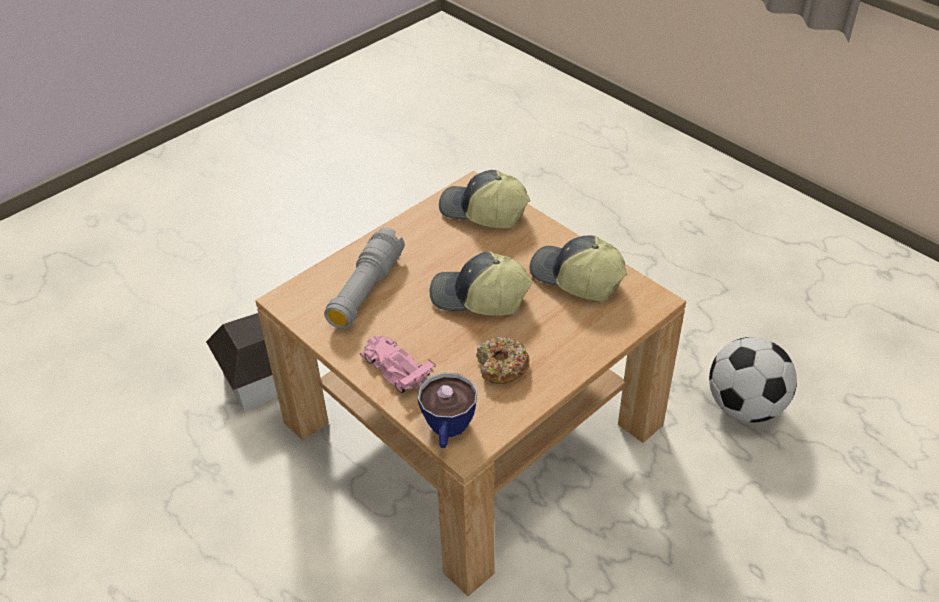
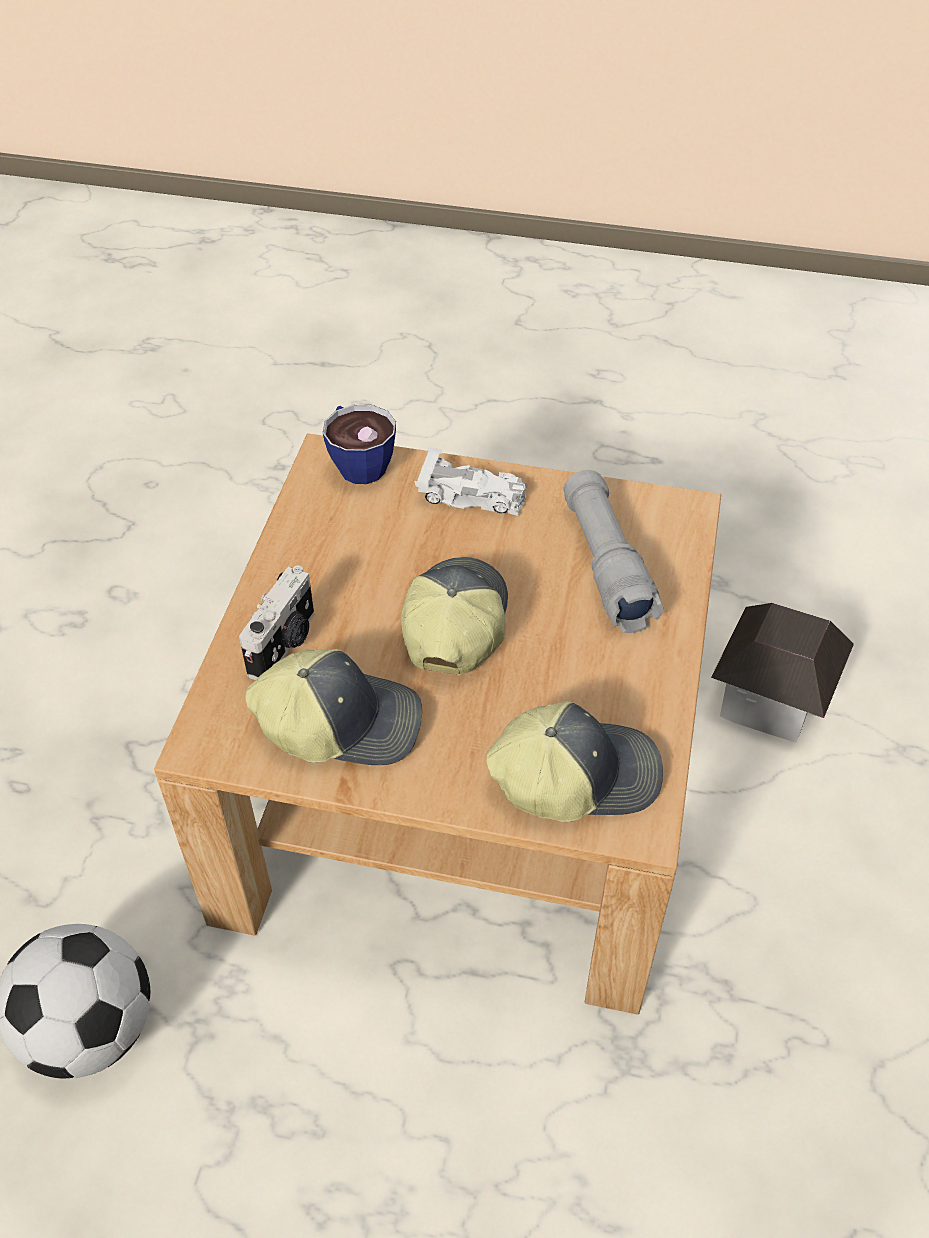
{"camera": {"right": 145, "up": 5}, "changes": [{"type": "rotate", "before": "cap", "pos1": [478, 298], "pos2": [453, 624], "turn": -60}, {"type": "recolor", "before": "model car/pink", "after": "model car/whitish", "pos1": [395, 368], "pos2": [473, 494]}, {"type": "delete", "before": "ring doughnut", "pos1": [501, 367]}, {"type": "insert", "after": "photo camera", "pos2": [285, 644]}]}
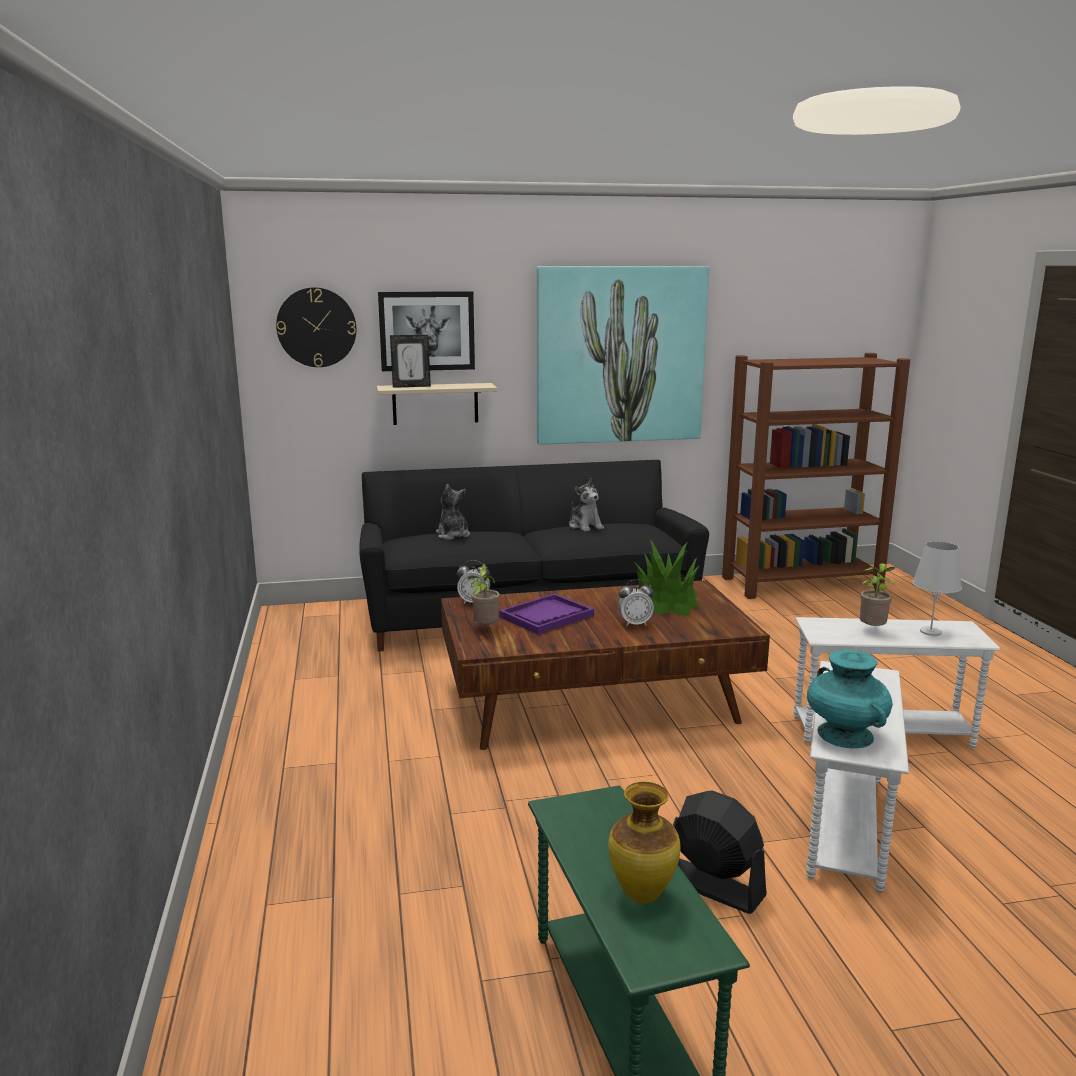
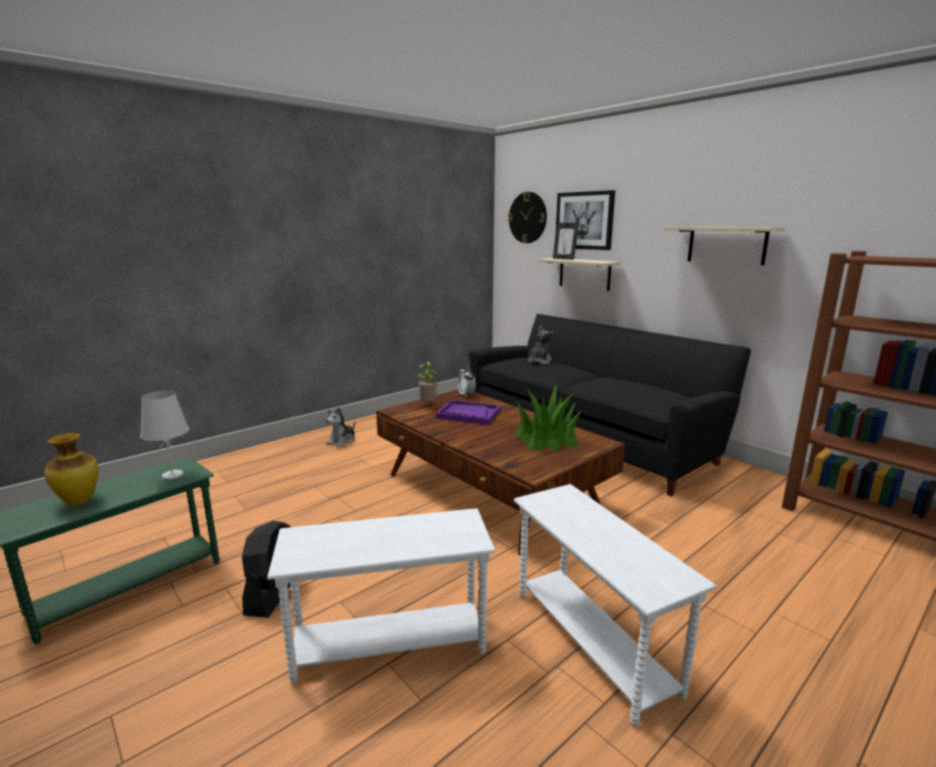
{"camera": {"right": 60, "up": 0}, "changes": [{"type": "replace", "before": "wall art", "after": "wall shelf/beige", "pos1": [620, 355], "pos2": [726, 245]}, {"type": "move", "before": "plush toy", "pos1": [585, 526], "pos2": [342, 441]}, {"type": "move", "before": "table lamp/whitish", "pos1": [930, 632], "pos2": [172, 475]}, {"type": "delete", "before": "potted plant", "pos1": [872, 630]}, {"type": "delete", "before": "alarm clock", "pos1": [635, 624]}, {"type": "delete", "before": "vase/turquoise-coloured", "pos1": [845, 735]}]}
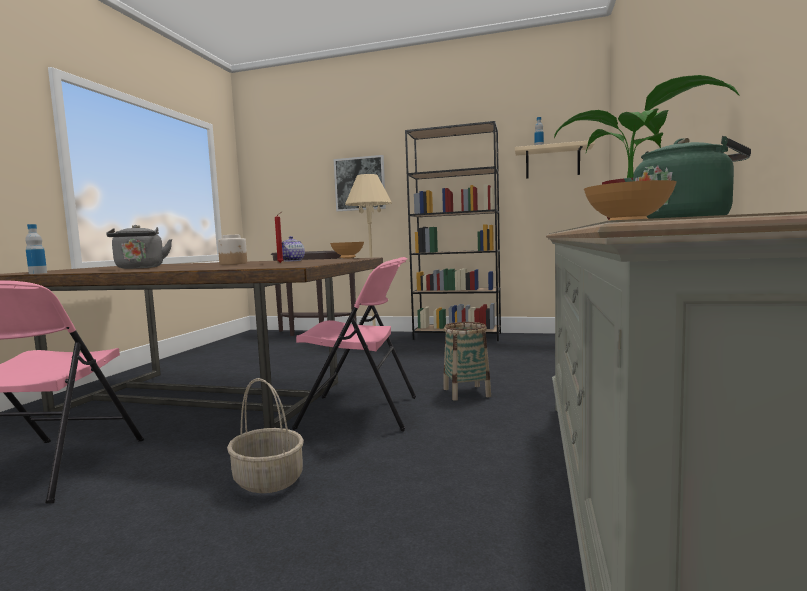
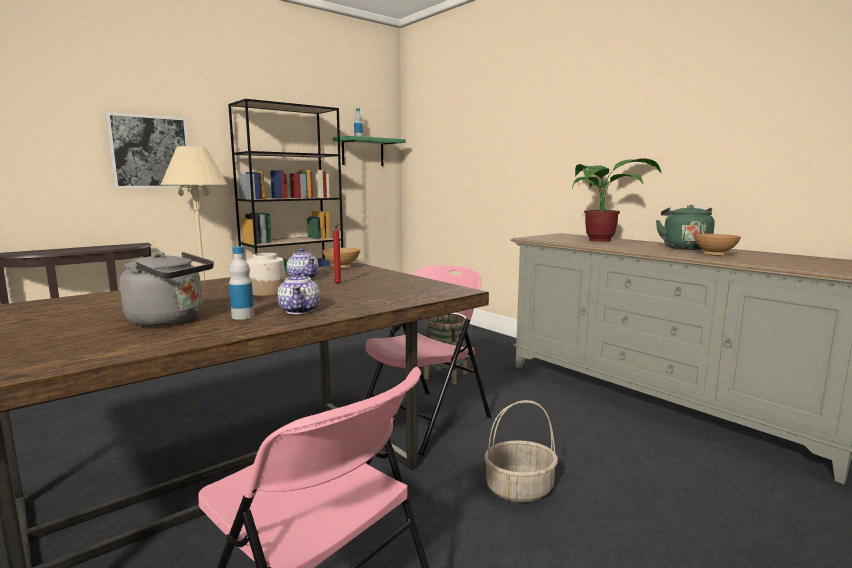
{"camera": {"right": -55, "up": 5}, "changes": [{"type": "recolor", "before": "wall shelf/beige", "after": "wall shelf/greenish", "pos1": [552, 162], "pos2": [362, 152]}, {"type": "move", "before": "beverage bottle", "pos1": [38, 273], "pos2": [243, 316]}, {"type": "insert", "after": "teapot", "pos2": [300, 310]}]}
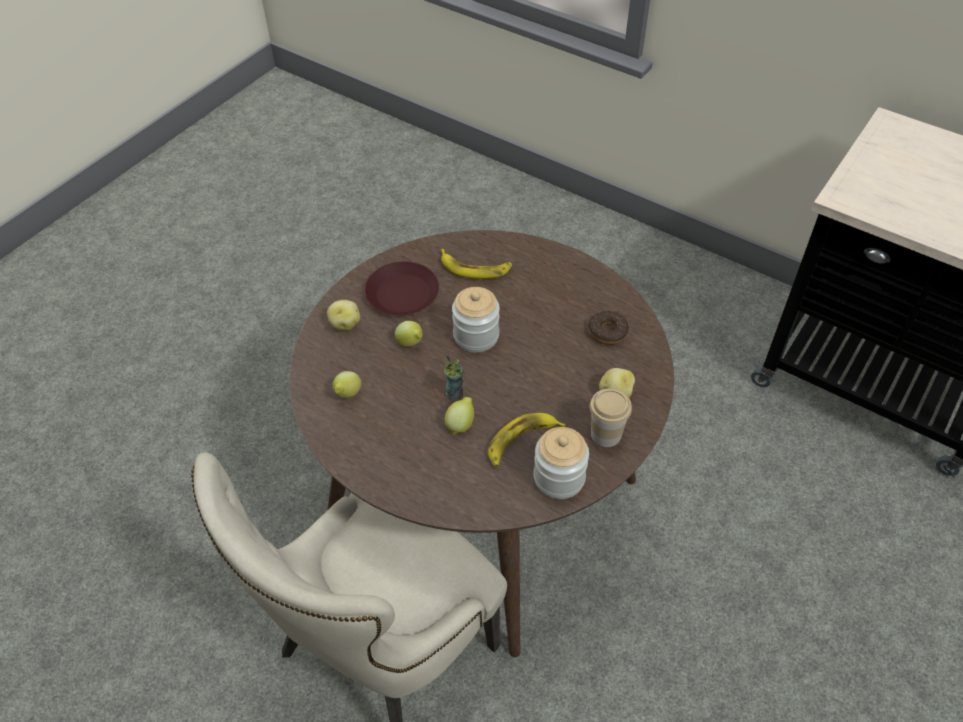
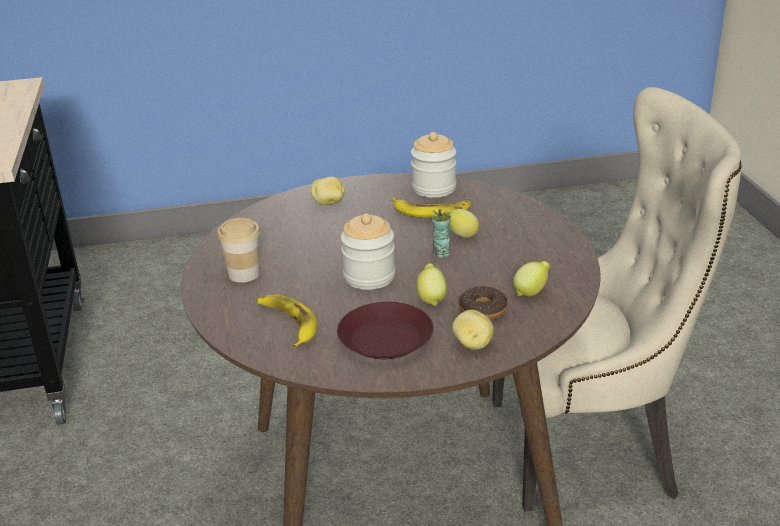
{"camera": {"right": -135, "up": -20}, "changes": [{"type": "move", "before": "ring doughnut", "pos1": [607, 332], "pos2": [483, 310]}, {"type": "move", "before": "drinking cup", "pos1": [606, 434], "pos2": [244, 274]}]}
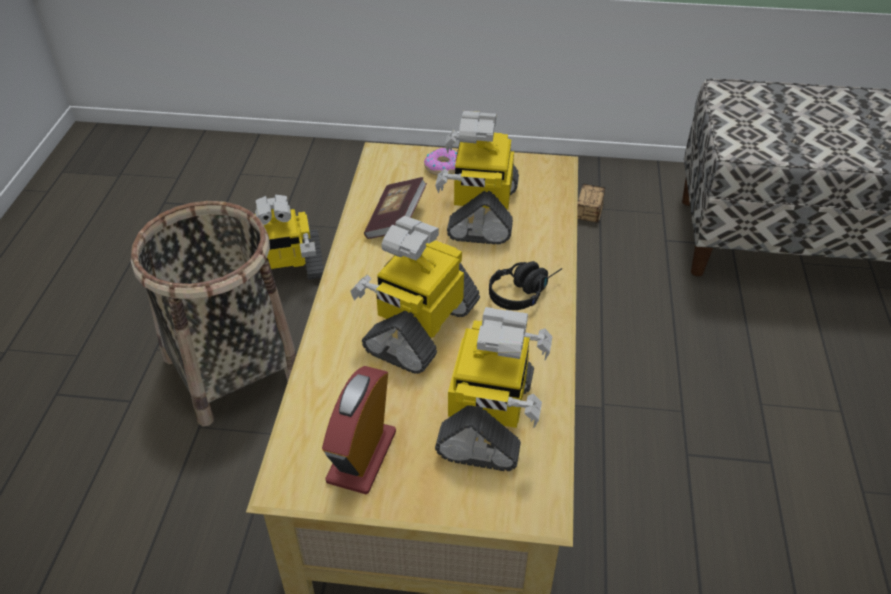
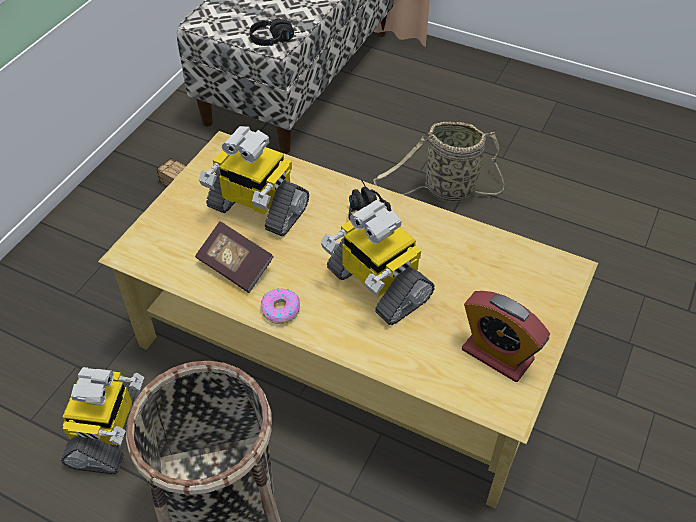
{"camera": {"right": -70, "up": 5}, "changes": [{"type": "move", "before": "ring doughnut", "pos1": [443, 167], "pos2": [280, 310]}, {"type": "delete", "before": "model robot", "pos1": [489, 418]}, {"type": "insert", "after": "headset/black-coloured", "pos2": [277, 39]}, {"type": "insert", "after": "storage basket", "pos2": [446, 191]}]}
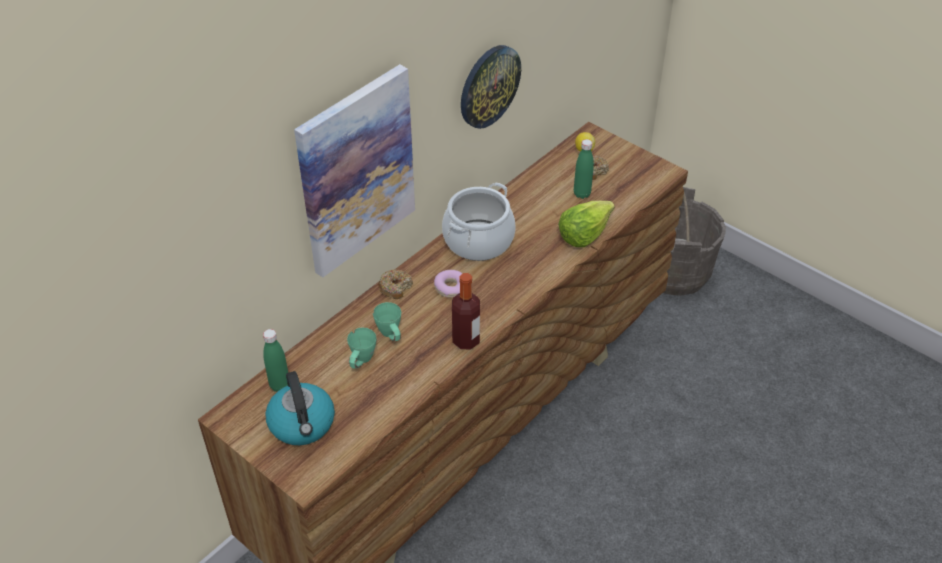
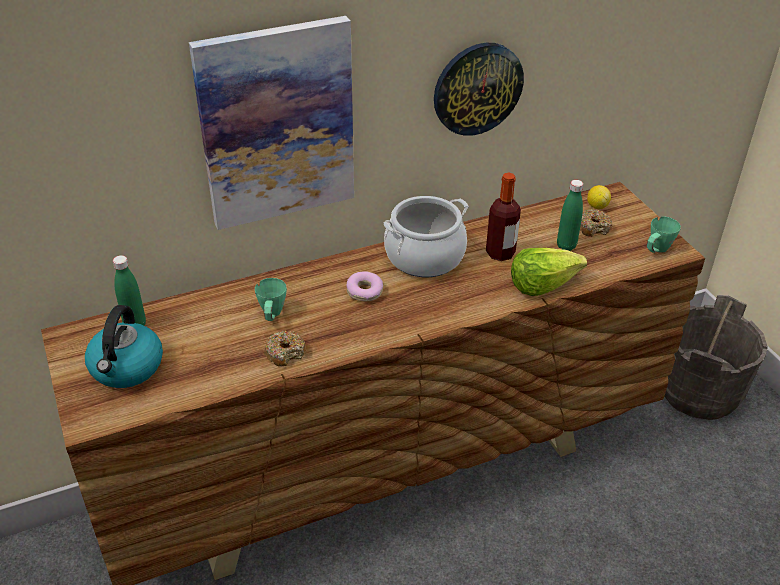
{"camera": {"right": 25, "up": -5}, "changes": [{"type": "move", "before": "ring doughnut", "pos1": [395, 287], "pos2": [285, 353]}, {"type": "move", "before": "beverage bottle", "pos1": [466, 340], "pos2": [500, 253]}, {"type": "move", "before": "tea mug/greenish", "pos1": [361, 362], "pos2": [656, 251]}]}
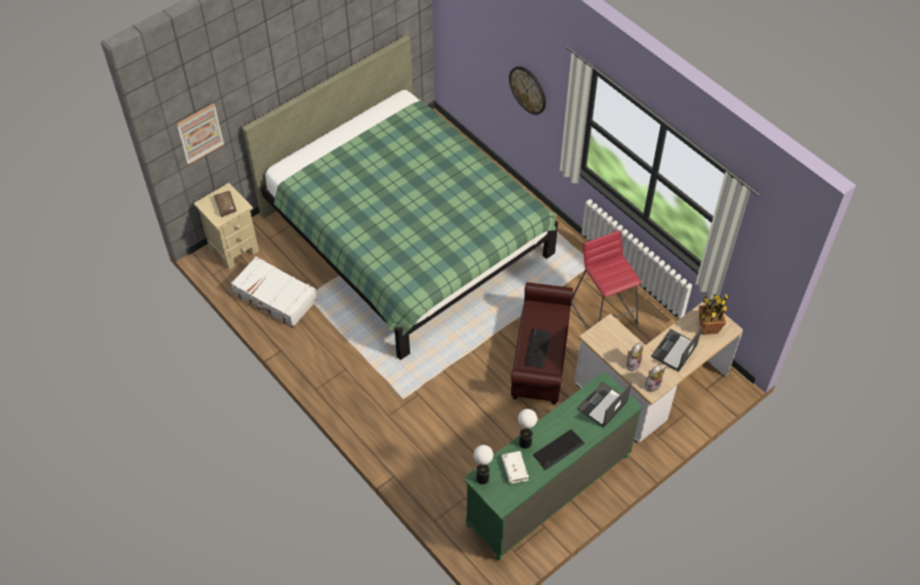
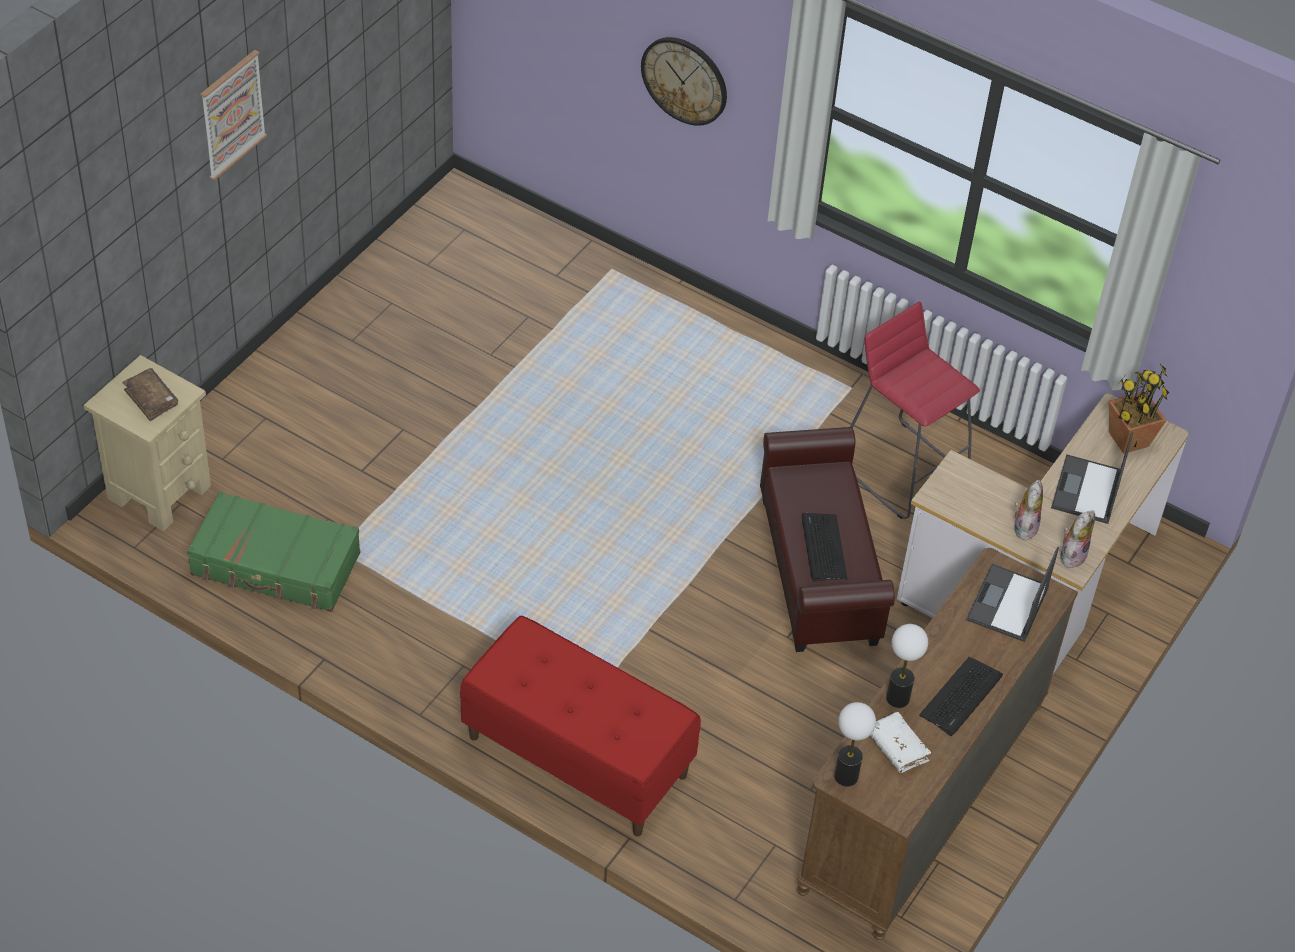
{"camera": {"right": -20, "up": -5}, "changes": [{"type": "delete", "before": "bed/greenish", "pos1": [406, 235]}, {"type": "move", "before": "wall art", "pos1": [200, 133], "pos2": [232, 114]}, {"type": "recolor", "before": "travel case/whitish", "after": "travel case/greenish", "pos1": [275, 298], "pos2": [276, 565]}, {"type": "recolor", "before": "dresser/greenish", "after": "dresser/brown", "pos1": [548, 491], "pos2": [921, 800]}, {"type": "insert", "after": "long seat/red-coloured", "pos2": [576, 756]}]}
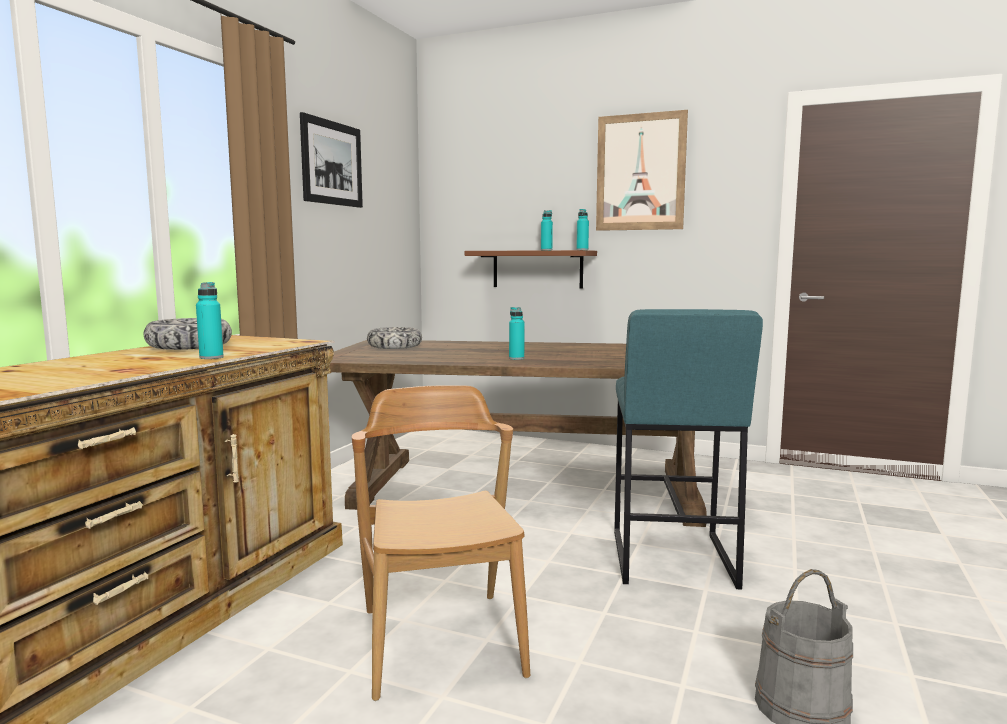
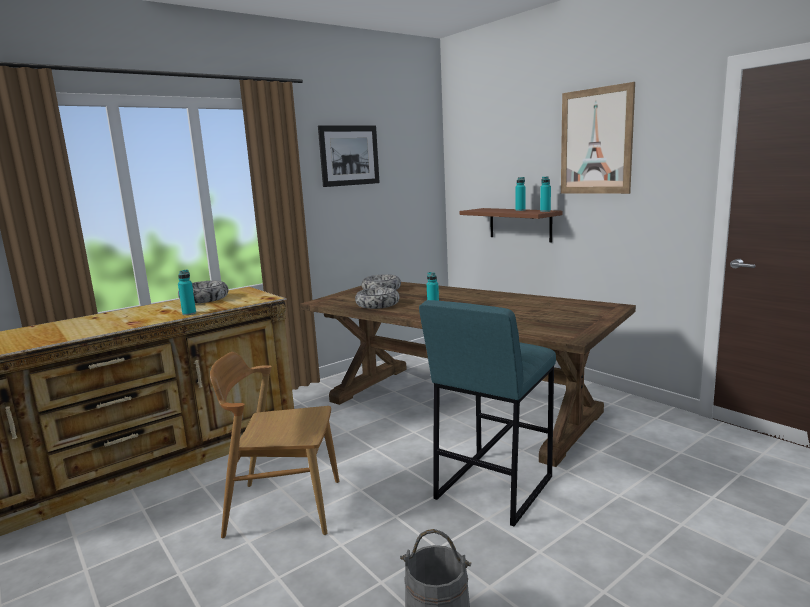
{"camera": {"right": 30, "up": 5}, "changes": [{"type": "rotate", "before": "chair/brown", "pos1": [441, 641], "pos2": [284, 507], "turn": -105}, {"type": "insert", "after": "bowl", "pos2": [377, 305]}]}
